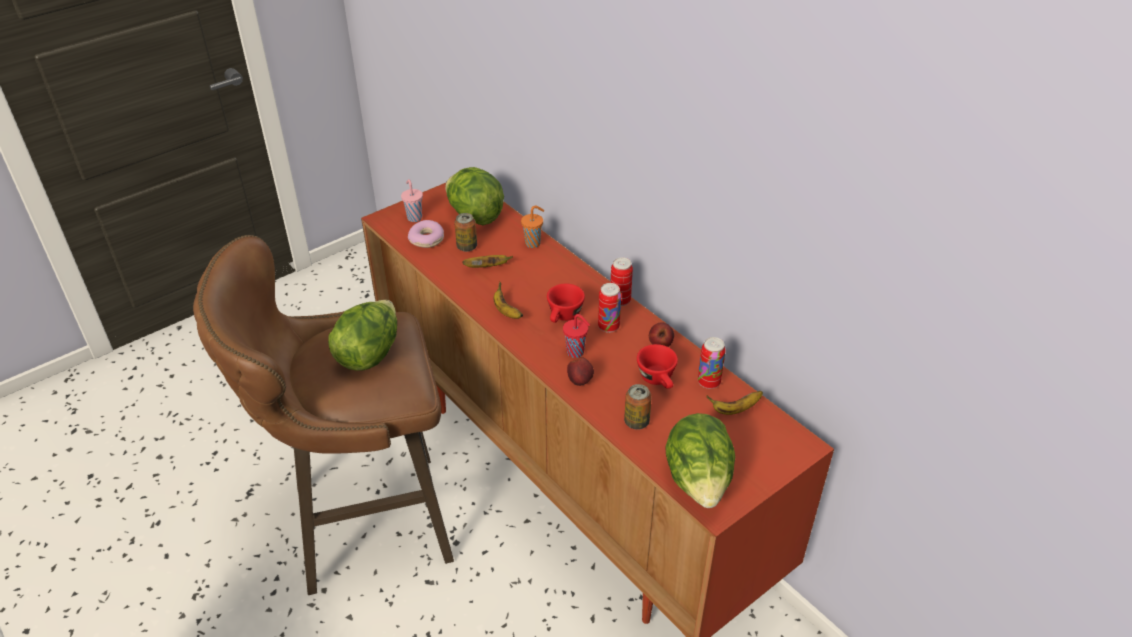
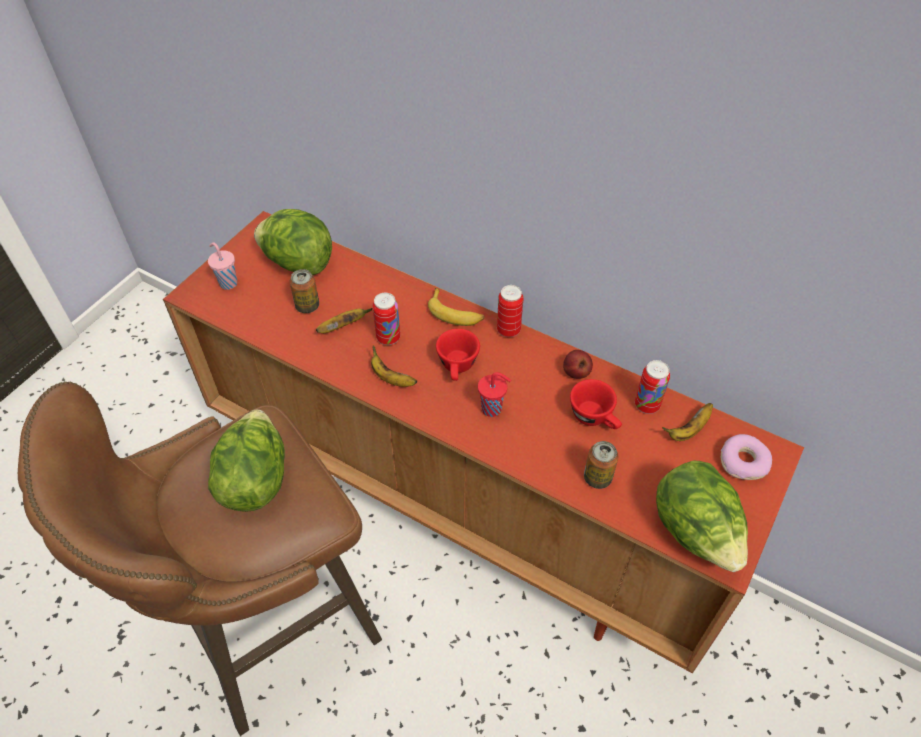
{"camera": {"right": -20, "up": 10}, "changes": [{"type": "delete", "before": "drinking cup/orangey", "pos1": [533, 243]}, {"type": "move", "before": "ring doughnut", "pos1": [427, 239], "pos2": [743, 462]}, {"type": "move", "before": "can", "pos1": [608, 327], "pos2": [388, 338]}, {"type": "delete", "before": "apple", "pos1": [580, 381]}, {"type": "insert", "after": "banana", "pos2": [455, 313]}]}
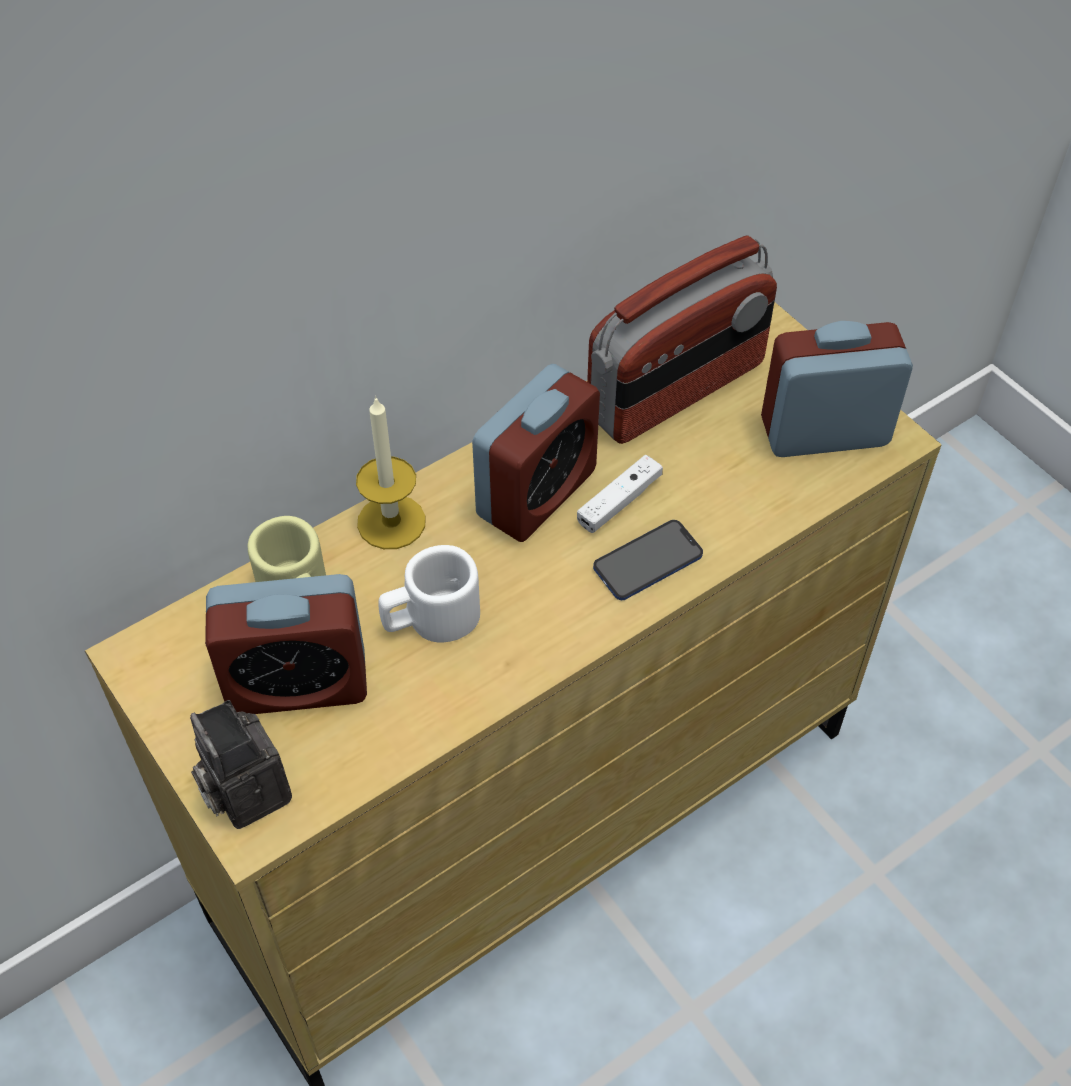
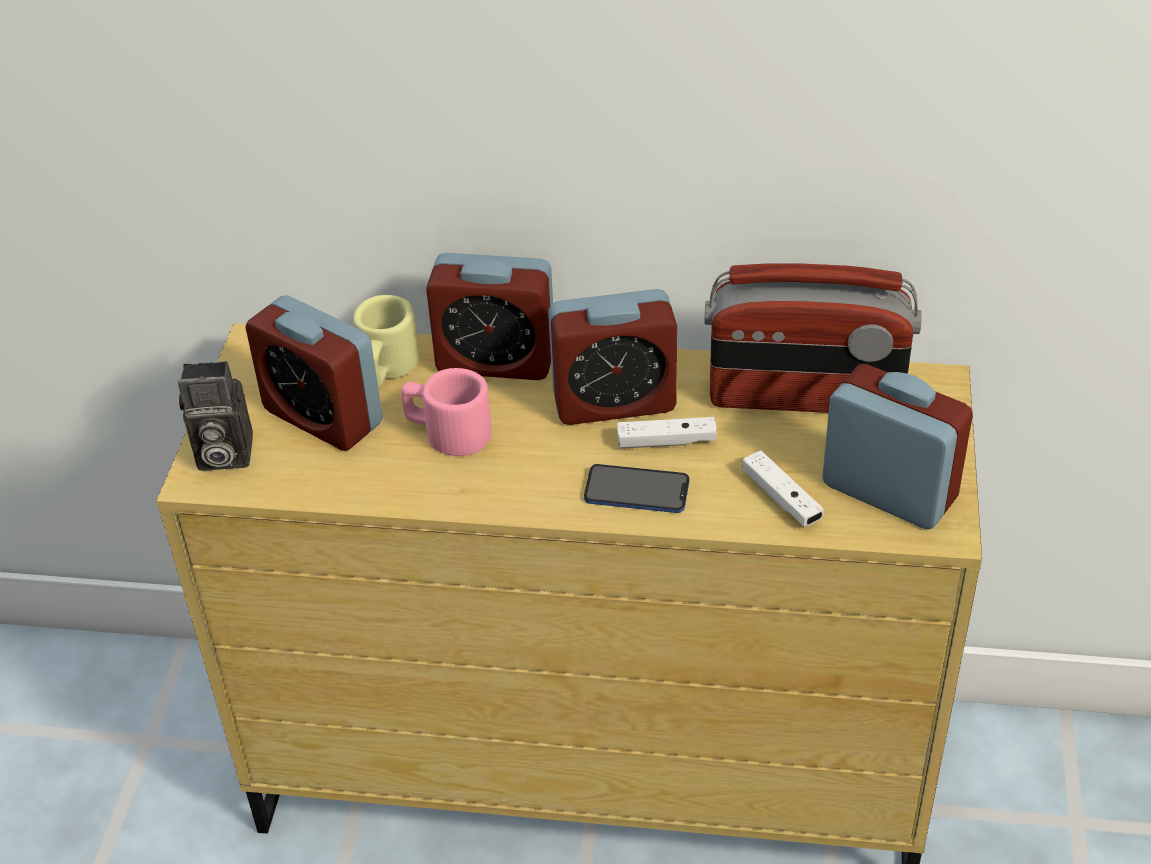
{"camera": {"right": 45, "up": -10}, "changes": [{"type": "replace", "before": "candle", "after": "alarm clock", "pos1": [391, 522], "pos2": [496, 361]}, {"type": "recolor", "before": "tea mug/whitish", "after": "tea mug/pink", "pos1": [430, 619], "pos2": [447, 432]}, {"type": "rotate", "before": "photo camera", "pos1": [244, 791], "pos2": [221, 455], "turn": -105}, {"type": "insert", "after": "gamepad/whitish", "pos2": [781, 498]}]}
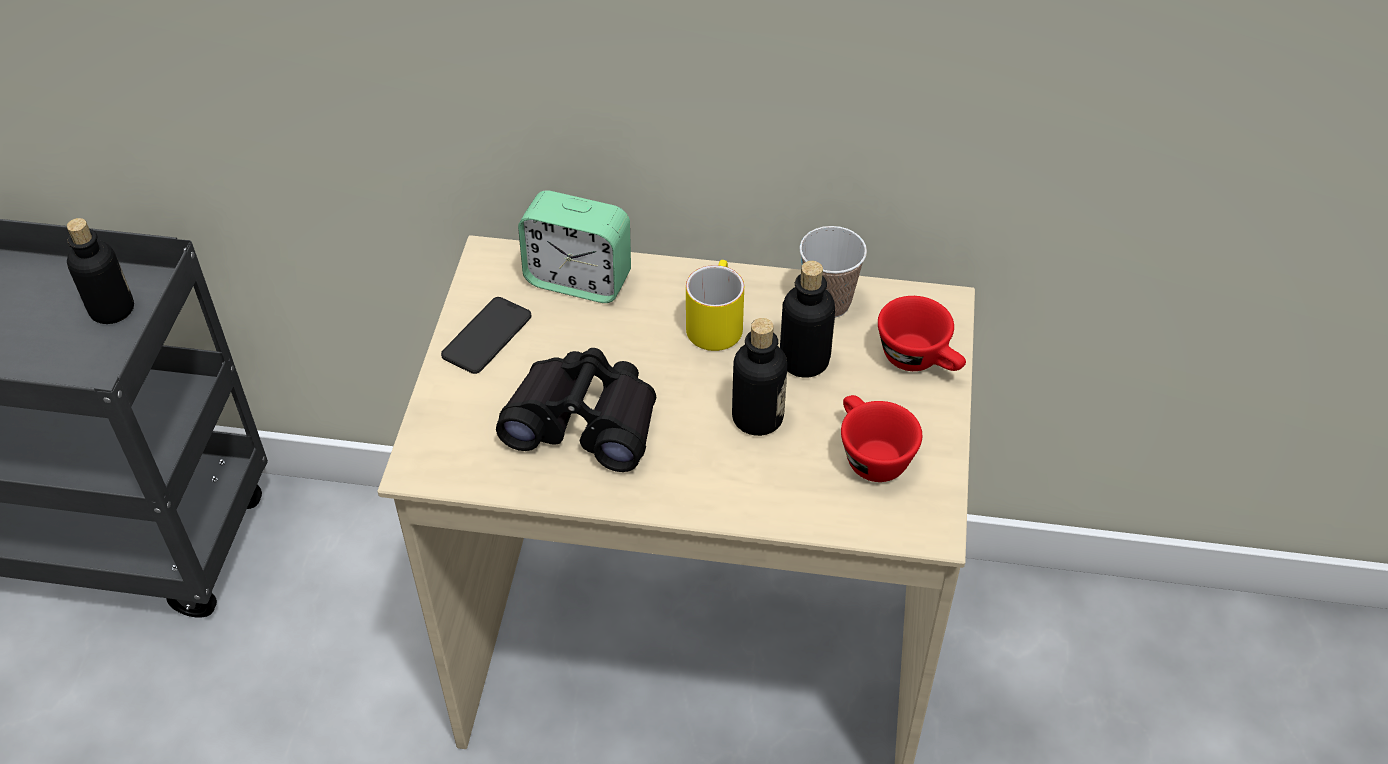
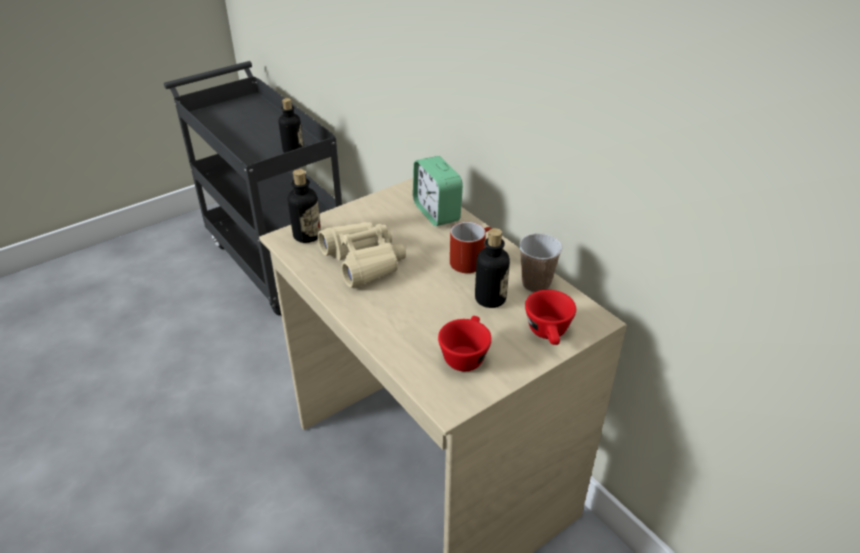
{"camera": {"right": 45, "up": -10}, "changes": [{"type": "recolor", "before": "tea mug/yellow-coloured", "after": "tea mug/red-coloured", "pos1": [714, 321], "pos2": [471, 259]}, {"type": "delete", "before": "handset", "pos1": [487, 336]}, {"type": "move", "before": "beverage bottle", "pos1": [757, 417], "pos2": [307, 235]}, {"type": "recolor", "before": "field glasses/black-coloured", "after": "field glasses/beige", "pos1": [584, 421], "pos2": [363, 261]}]}
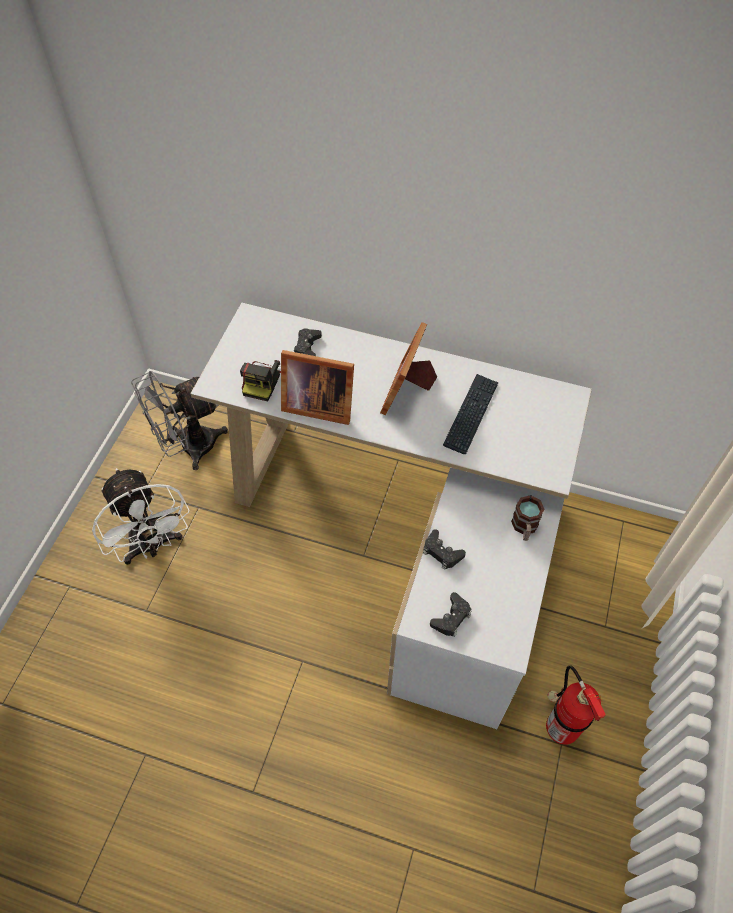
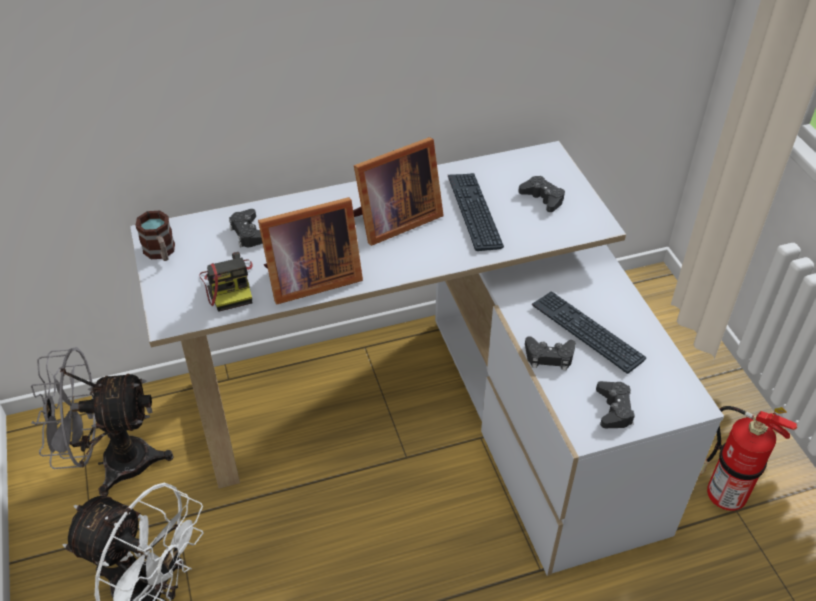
{"camera": {"right": -35, "up": -10}, "changes": [{"type": "rotate", "before": "picture frame", "pos1": [408, 390], "pos2": [393, 221], "turn": -105}, {"type": "rotate", "before": "fan/greyish", "pos1": [189, 448], "pos2": [113, 463], "turn": 60}, {"type": "move", "before": "tea mug", "pos1": [524, 528], "pos2": [161, 253]}, {"type": "insert", "after": "gamepad/black-coloured", "pos2": [542, 198]}, {"type": "insert", "after": "computer keyboard", "pos2": [587, 332]}]}
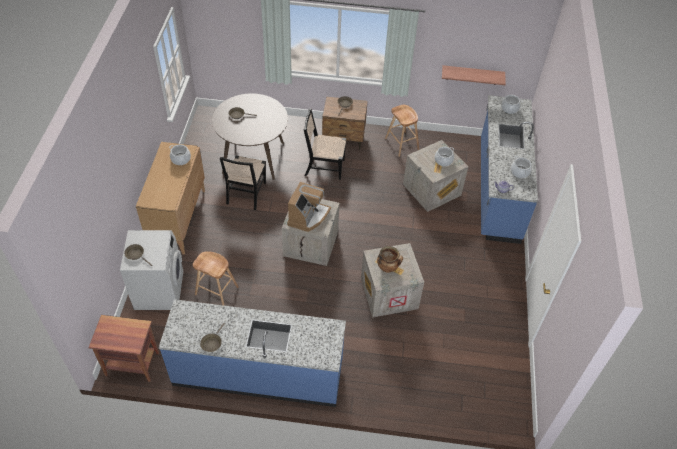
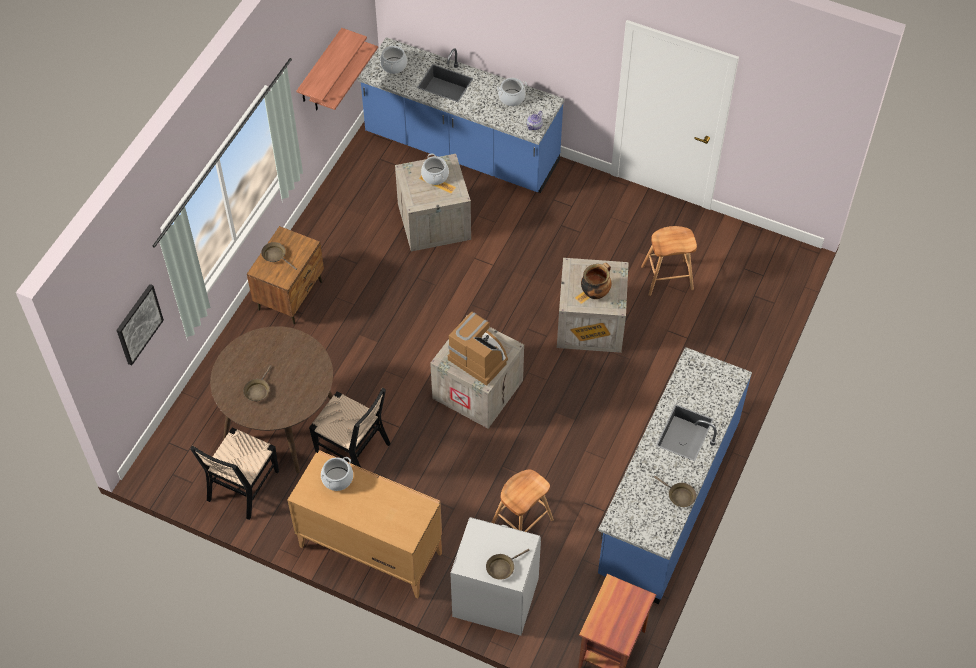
{"camera": {"right": -70, "up": 5}, "changes": [{"type": "move", "before": "sitting stool/brown", "pos1": [401, 144], "pos2": [667, 278]}, {"type": "move", "before": "chair", "pos1": [324, 167], "pos2": [243, 486]}, {"type": "insert", "after": "wall shelf", "pos2": [320, 67]}, {"type": "insert", "after": "wall art", "pos2": [138, 324]}]}
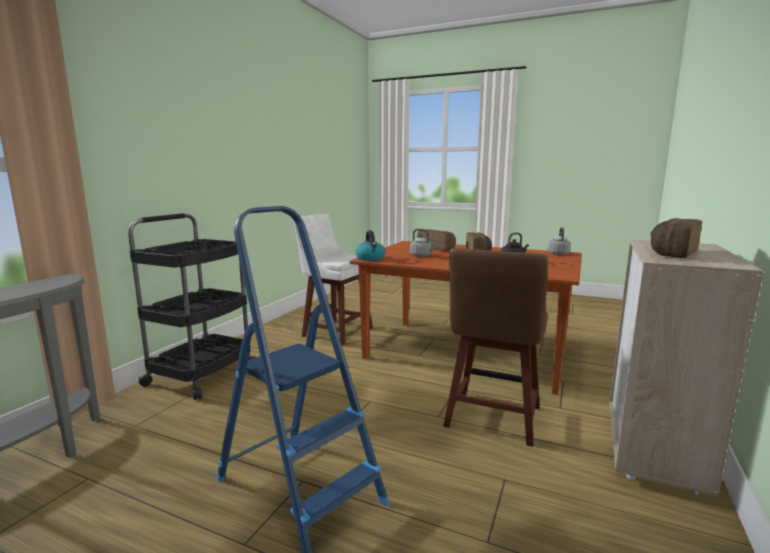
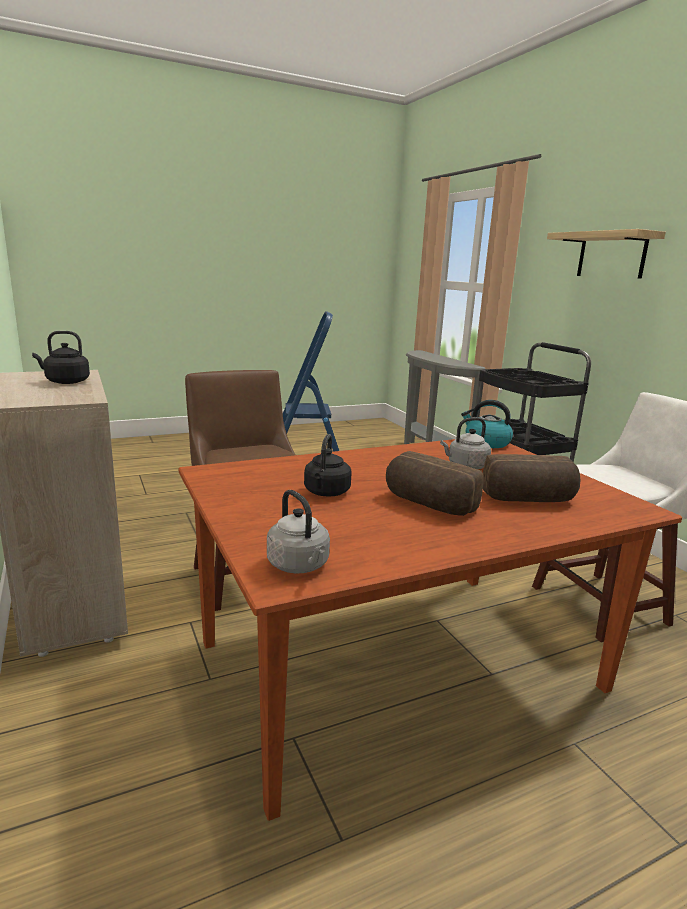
{"camera": {"right": 130, "up": 5}, "changes": [{"type": "replace", "before": "bakery bread", "after": "kettle/black-coloured", "pos1": [671, 253], "pos2": [65, 382]}, {"type": "insert", "after": "wall shelf", "pos2": [611, 255]}]}
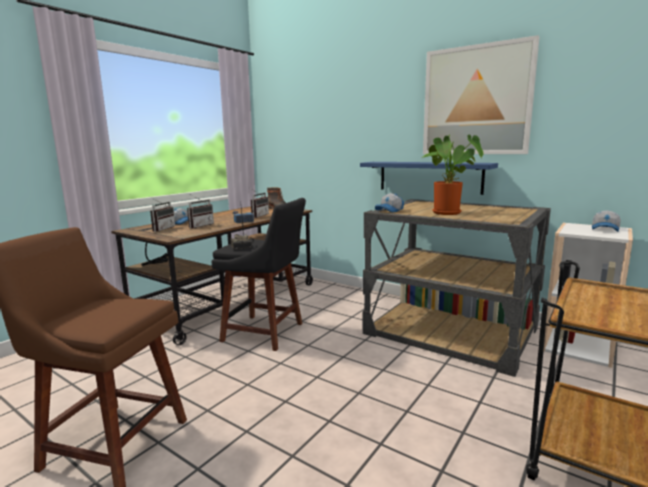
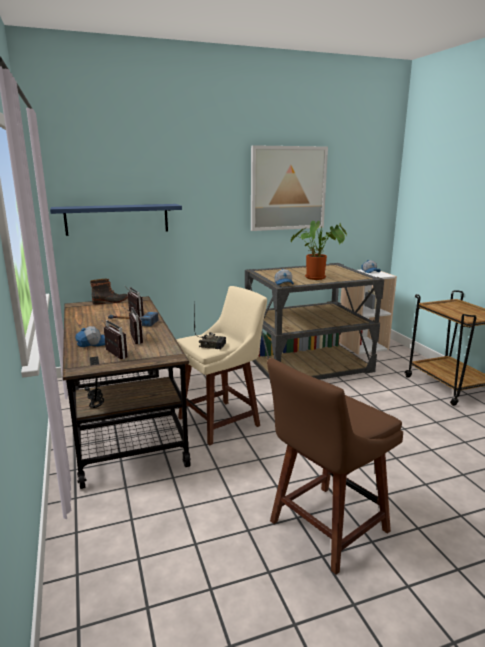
{"camera": {"right": -55, "up": 5}, "changes": [{"type": "move", "before": "wall shelf/blue-coloured", "pos1": [429, 177], "pos2": [117, 219]}, {"type": "recolor", "before": "sitting stool/black-coloured", "after": "sitting stool/beige", "pos1": [266, 333], "pos2": [222, 420]}]}
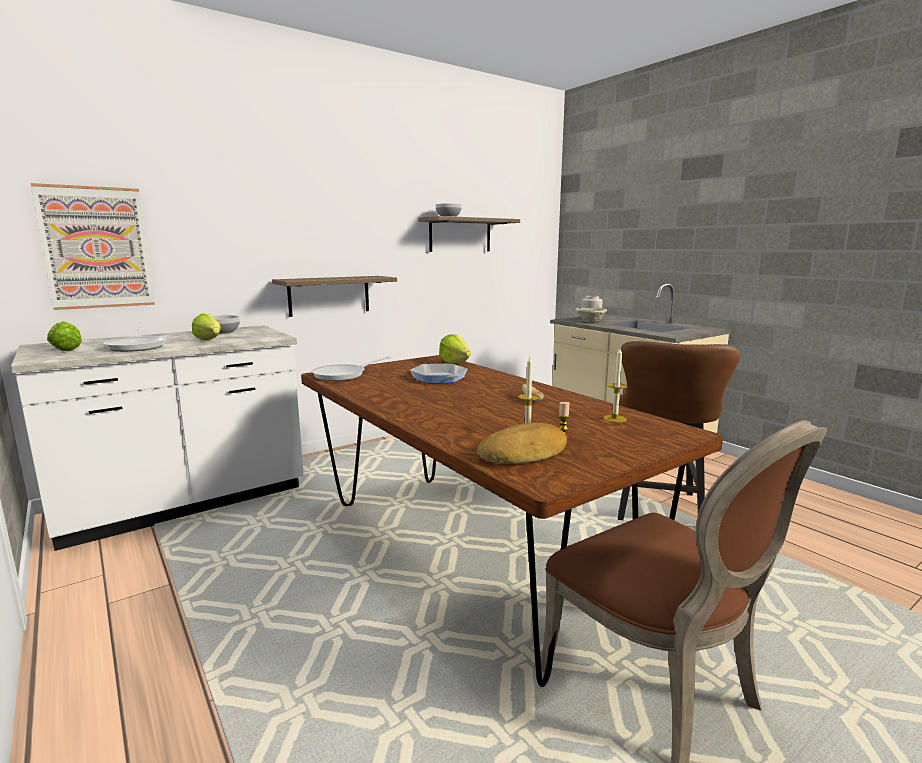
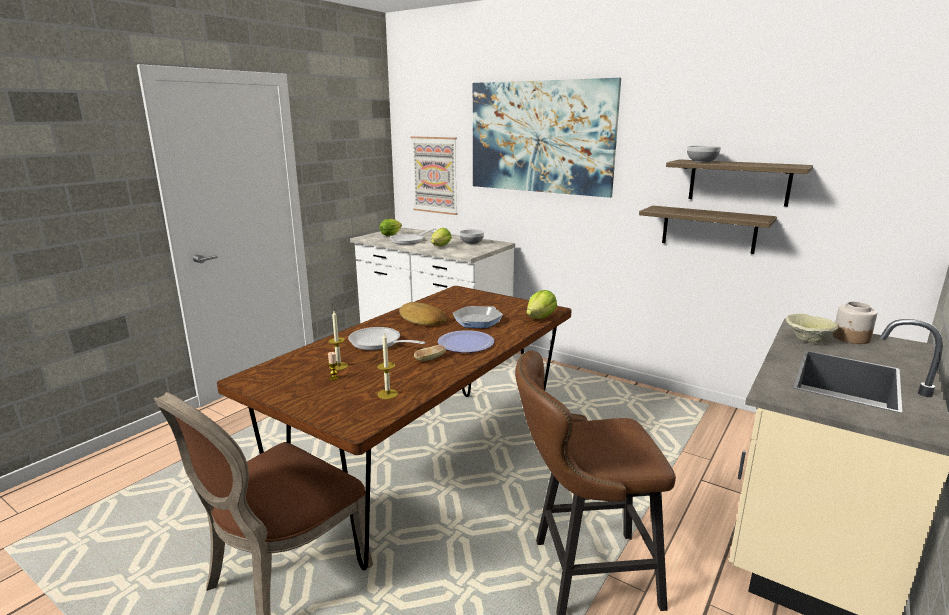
{"camera": {"right": 70, "up": 5}, "changes": [{"type": "move", "before": "wall shelf", "pos1": [329, 295], "pos2": [708, 229]}, {"type": "move", "before": "pan", "pos1": [344, 375], "pos2": [378, 343]}, {"type": "move", "before": "bakery bread", "pos1": [525, 453], "pos2": [421, 319]}, {"type": "insert", "after": "wall art", "pos2": [540, 137]}, {"type": "insert", "after": "plate", "pos2": [465, 343]}]}
